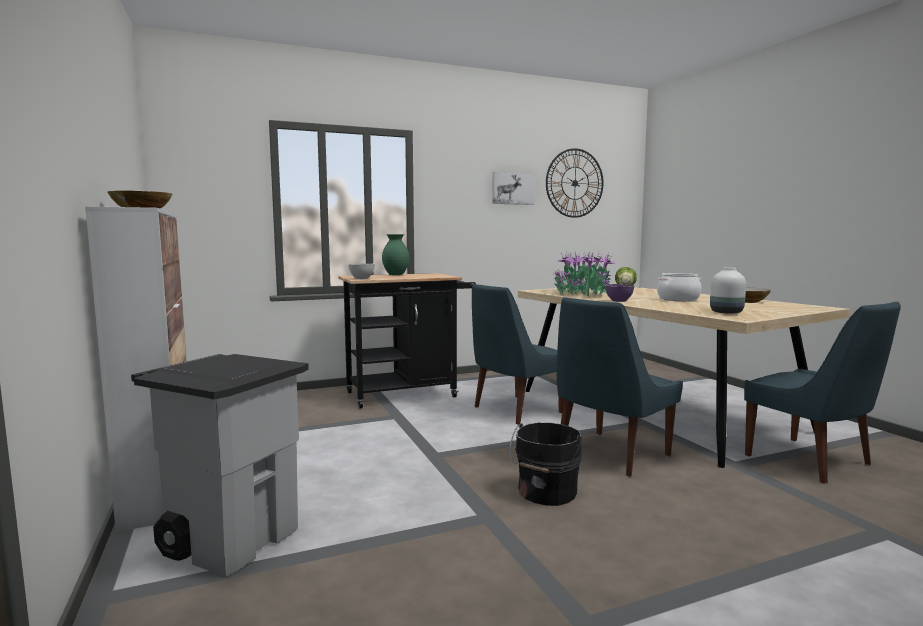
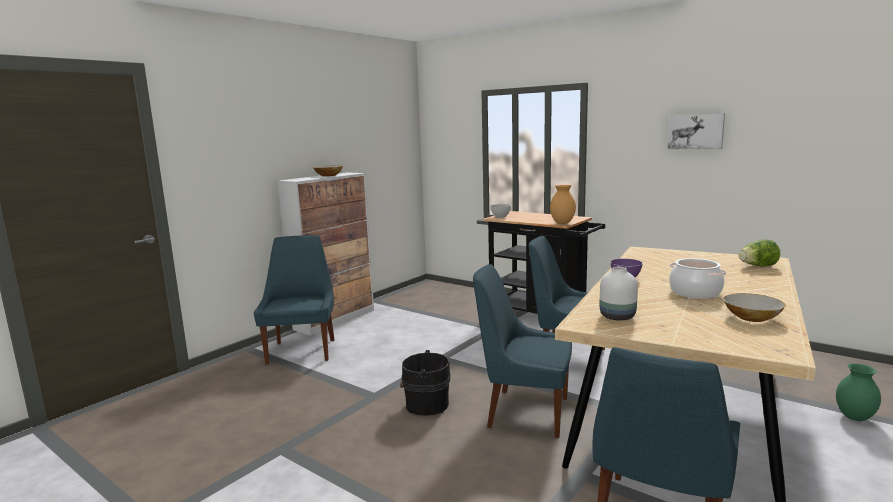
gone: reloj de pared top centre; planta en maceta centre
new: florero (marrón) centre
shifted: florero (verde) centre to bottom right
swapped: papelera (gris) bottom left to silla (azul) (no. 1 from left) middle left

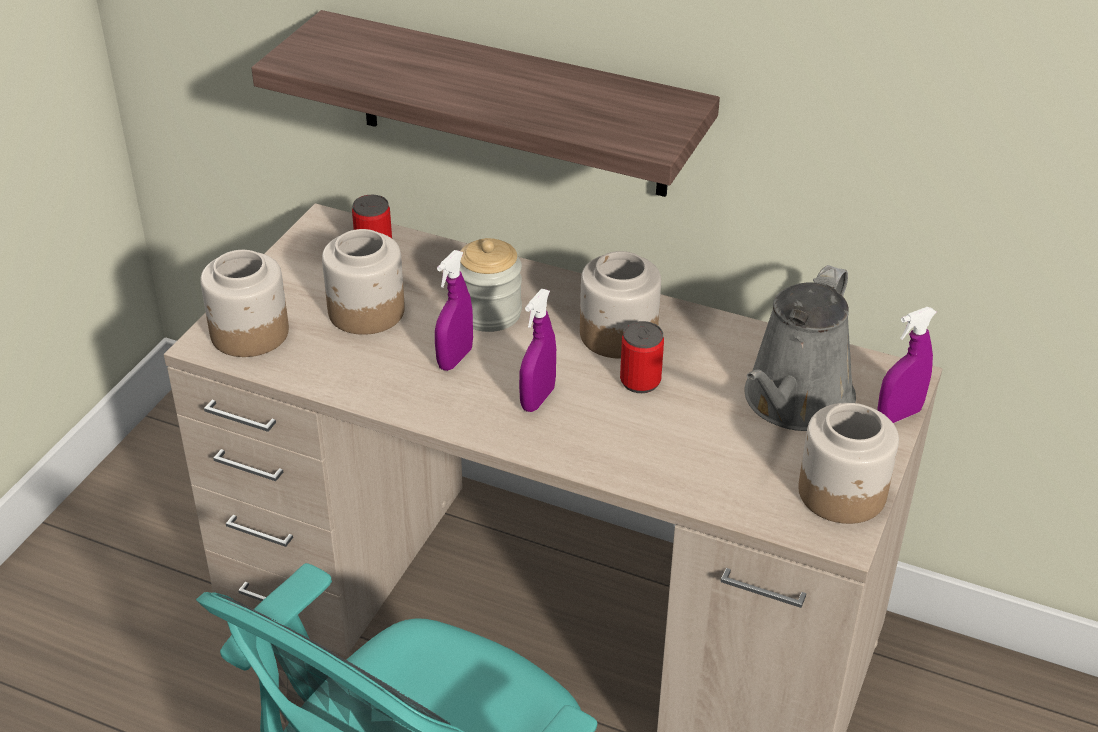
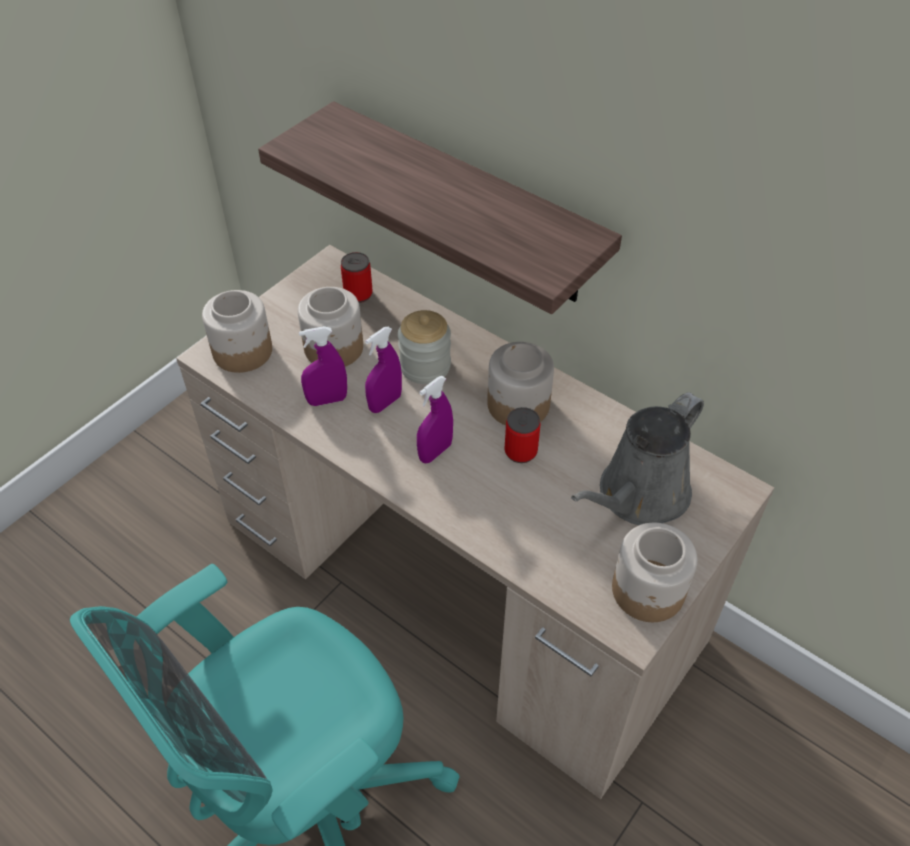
shifted: pulverizador (morado) (no. 3 from left in the first image) middle right to pulverizador (morado) (no. 1 from left) centre

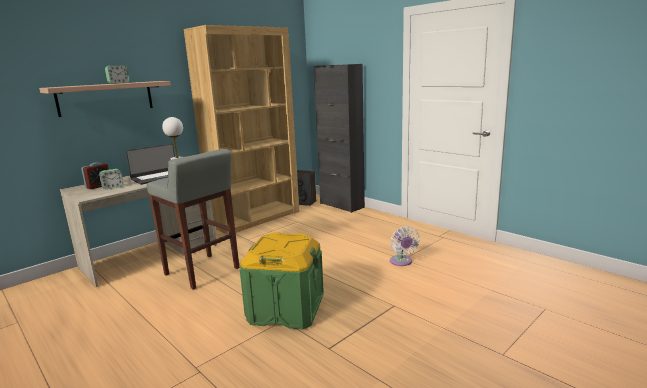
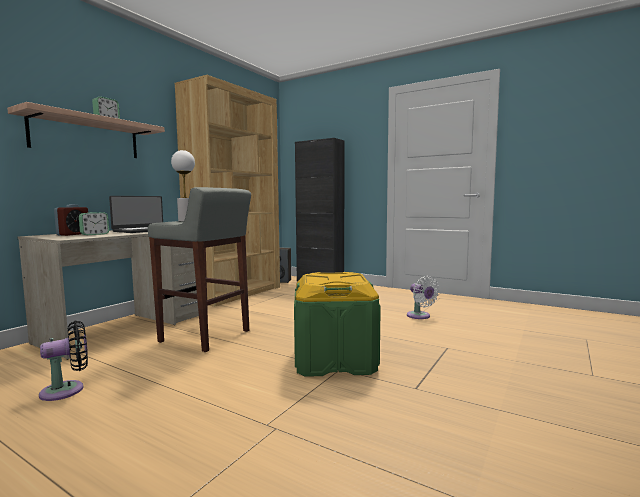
new: ventilador (negro) bottom left

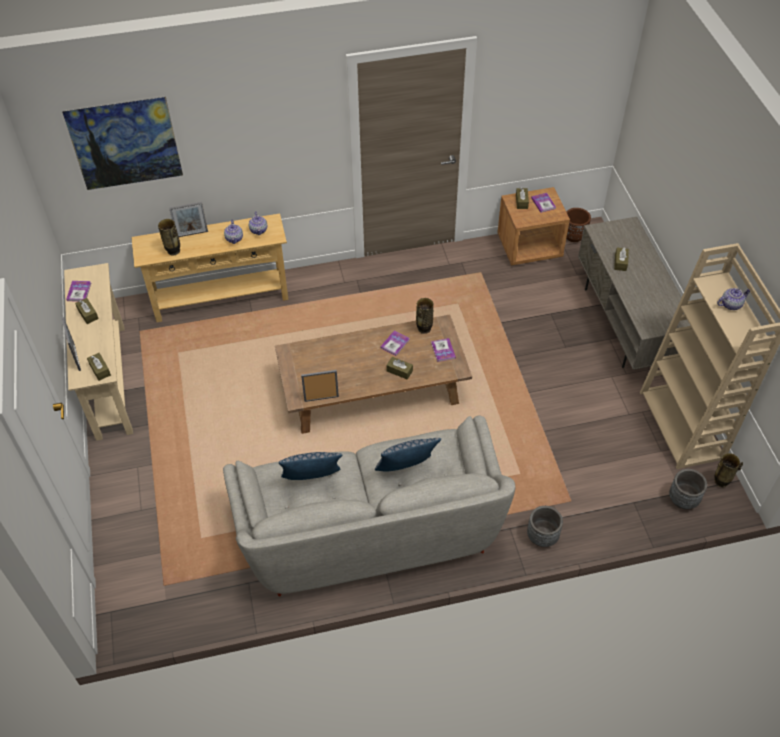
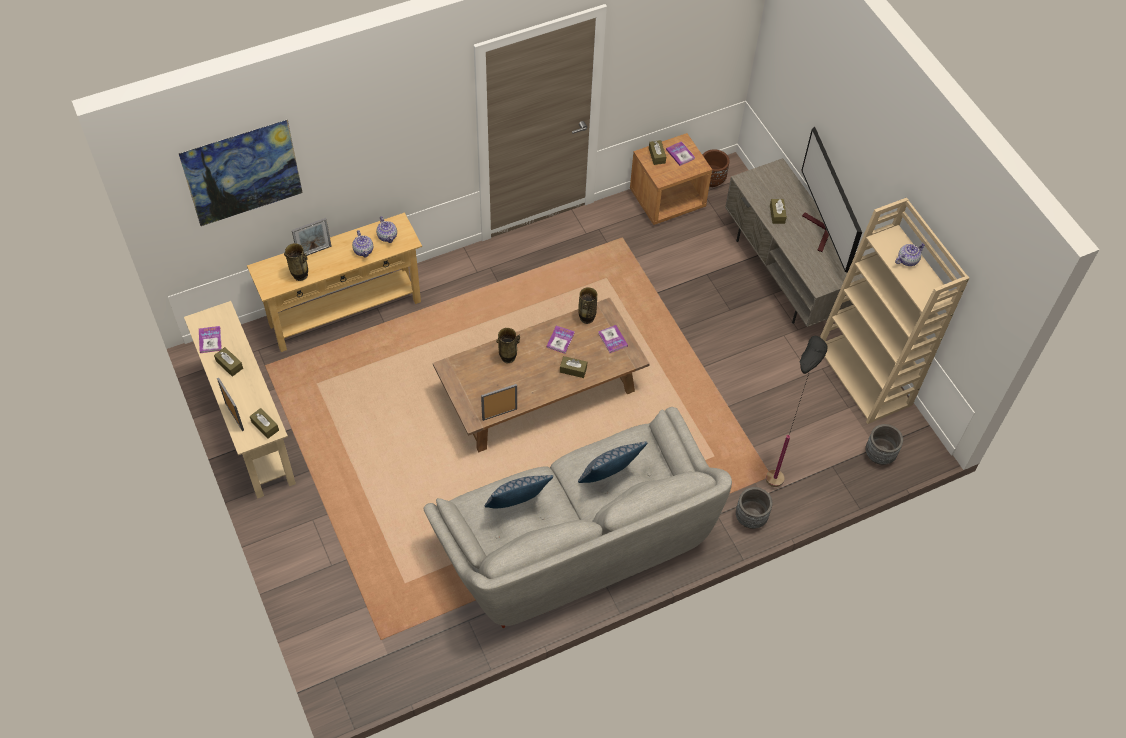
new: lámpara de pie (negro) middle right; televisor top right
shifted: florero (no. 3 from left in the first image) middle right to florero (no. 2 from left) centre

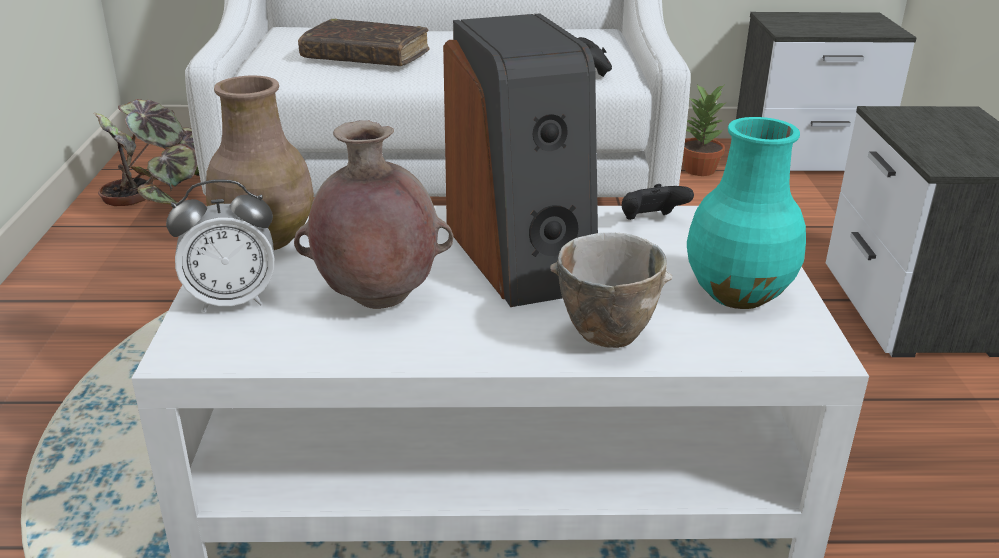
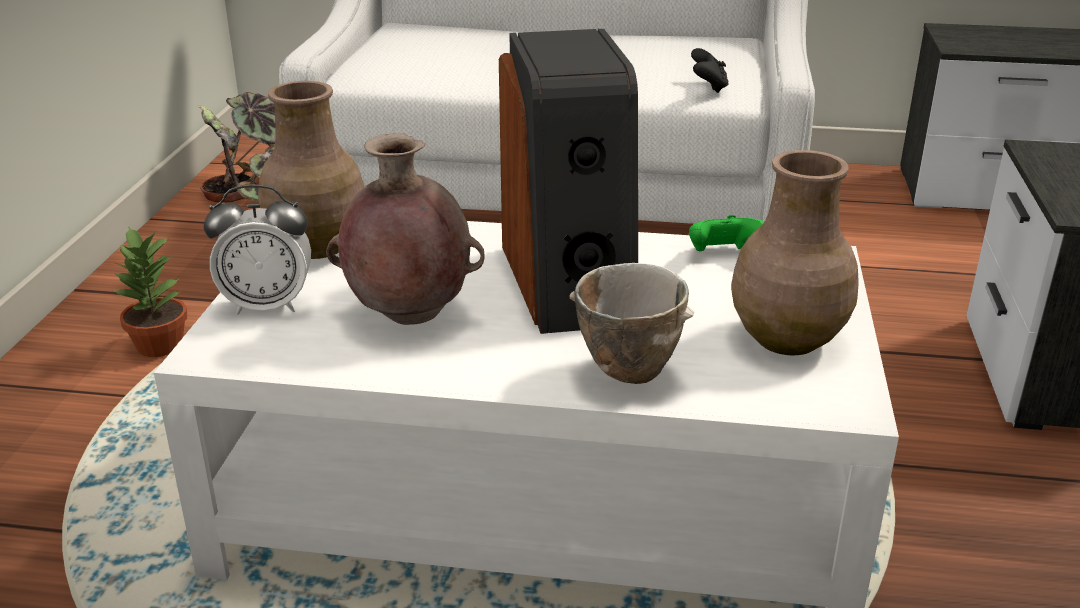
gone: libro (marrón) top centre
shifted: planta en maceta (no. 2 from left in the first image) top right to planta en maceta (no. 1 from left) middle left
repainted: mando de consola (negro) (no. 2 from left) centre to mando de consola (verde) middle right; florero (turquesa) middle right to florero (marrón) (no. 3 from left) middle right

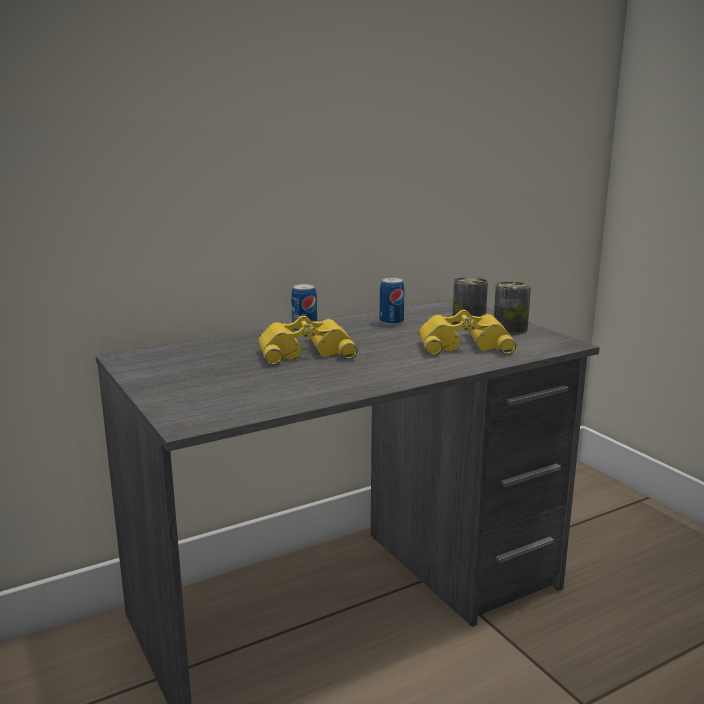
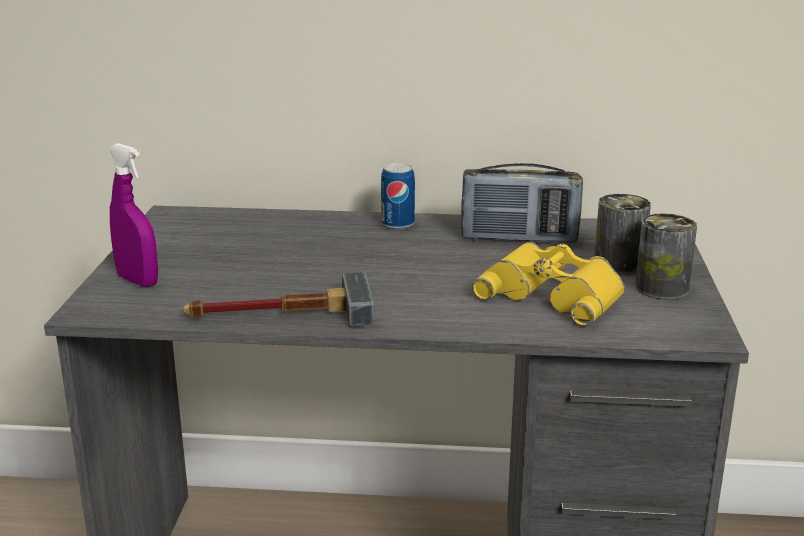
gone: prismáticos (amarillo) (no. 1 from left) centre
new: pulverizador (morado) middle left; martillo centre
swapped: lata (no. 2 from left) centre to radio centre

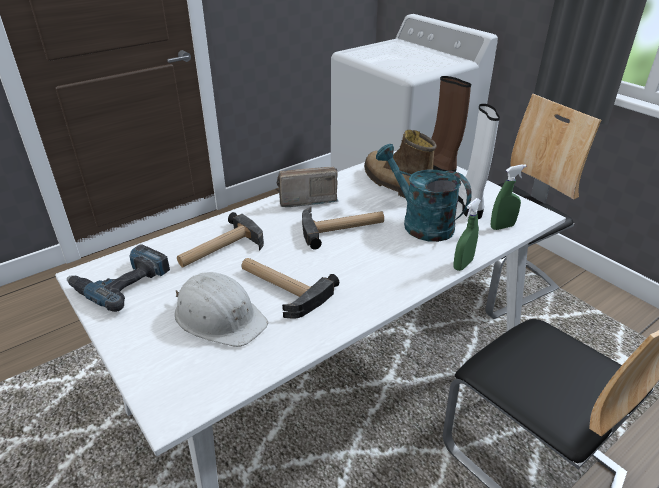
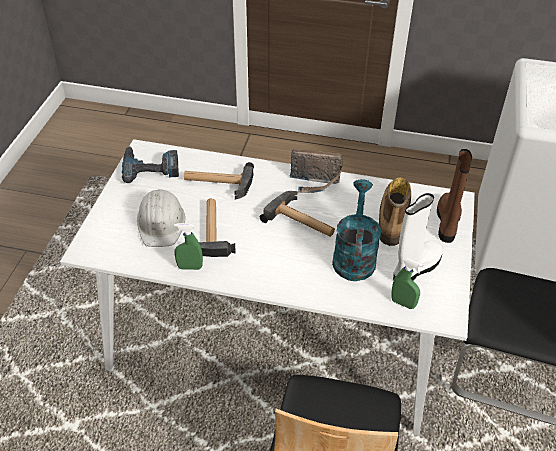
shifted: pulverizador (verde) (no. 1 from left) middle right to centre
rotated: radio centre = centre 150 degrees clockwise

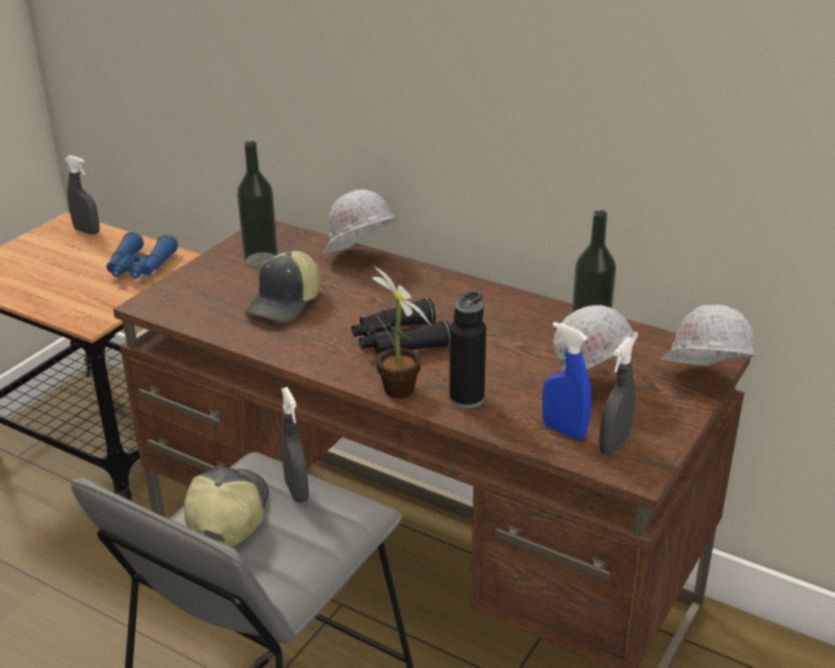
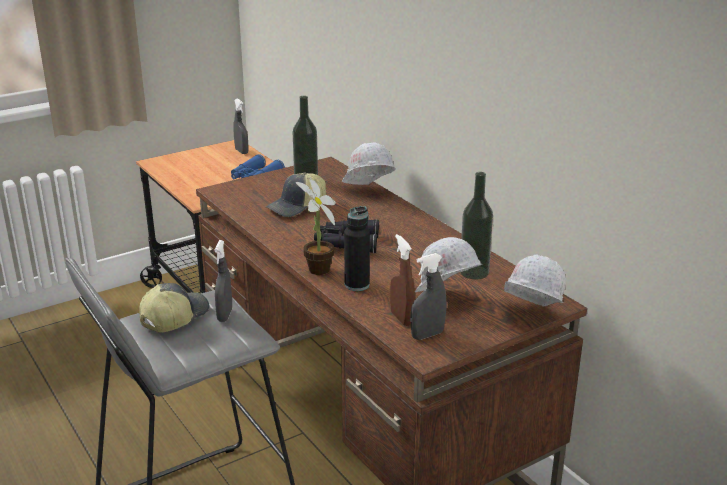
repainted: pulverizador (azul) middle right to pulverizador (marrón) centre

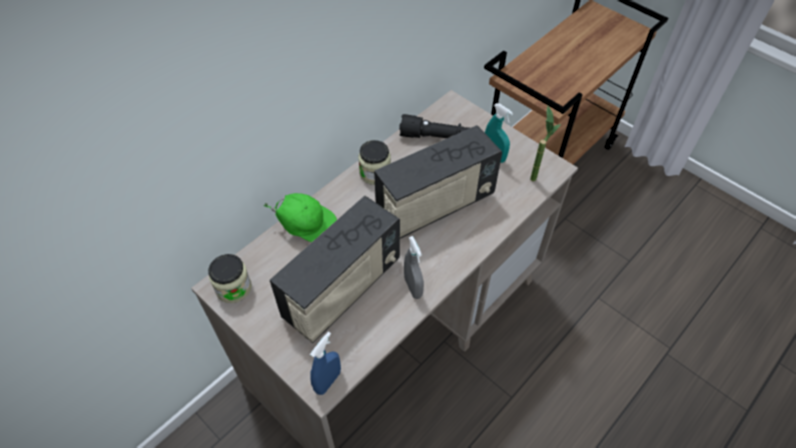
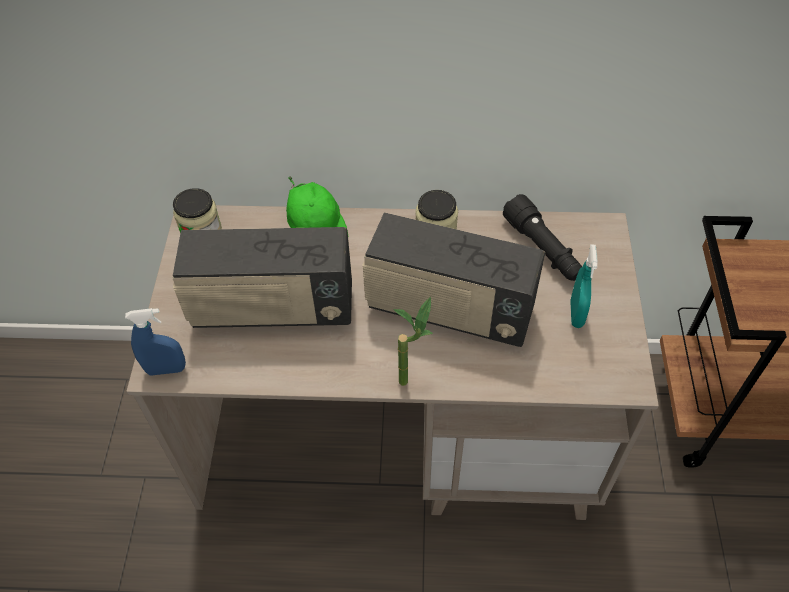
gone: pulverizador (gris) centre
shifted: planta en maceta top right to centre

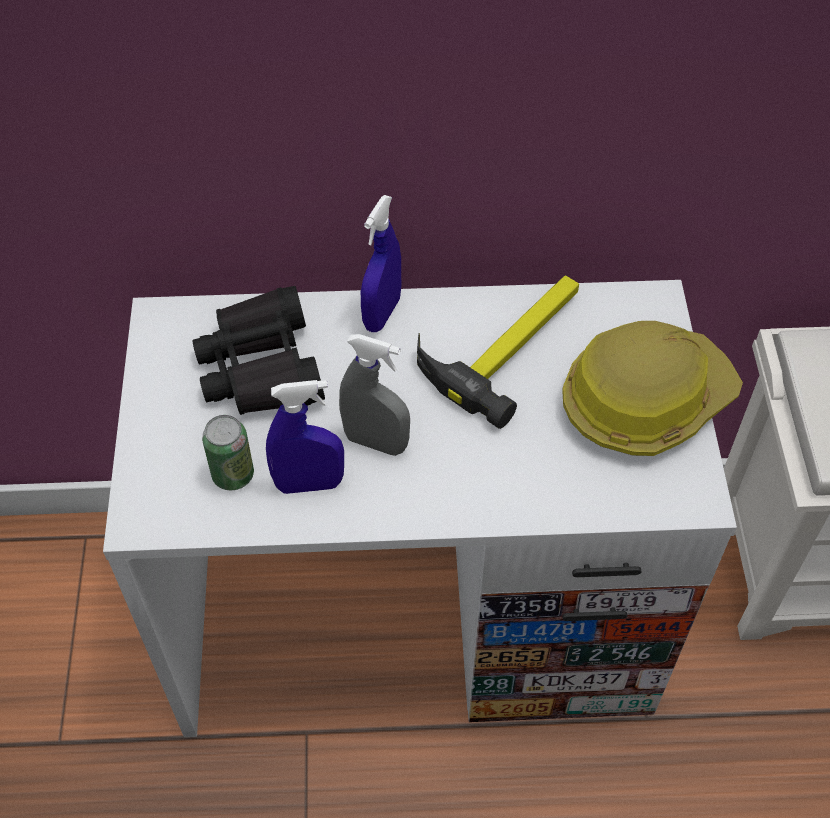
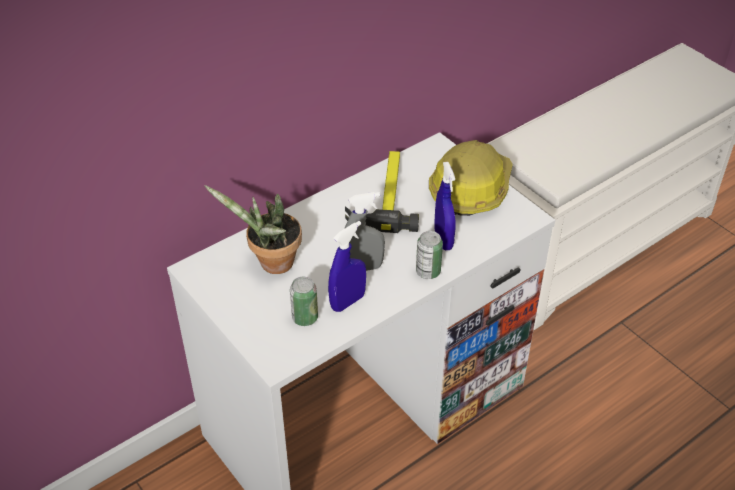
new: lata (no. 2 from left) centre
shifted: pulverizador (azul) (no. 2 from left) top centre to centre
swapped: prismáticos (negro) middle left to planta en maceta centre

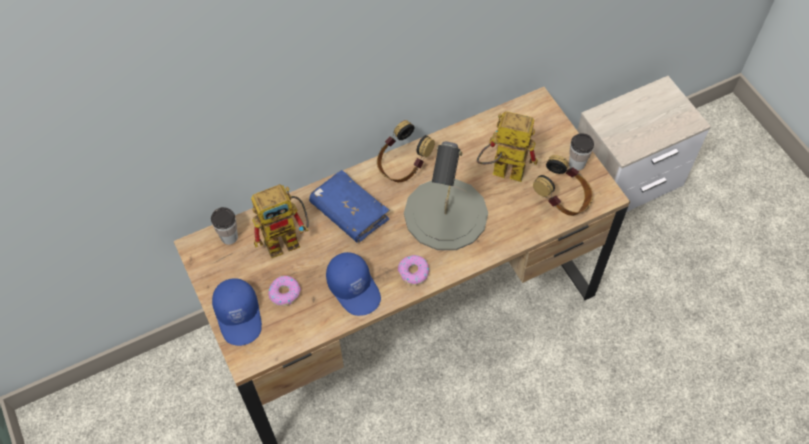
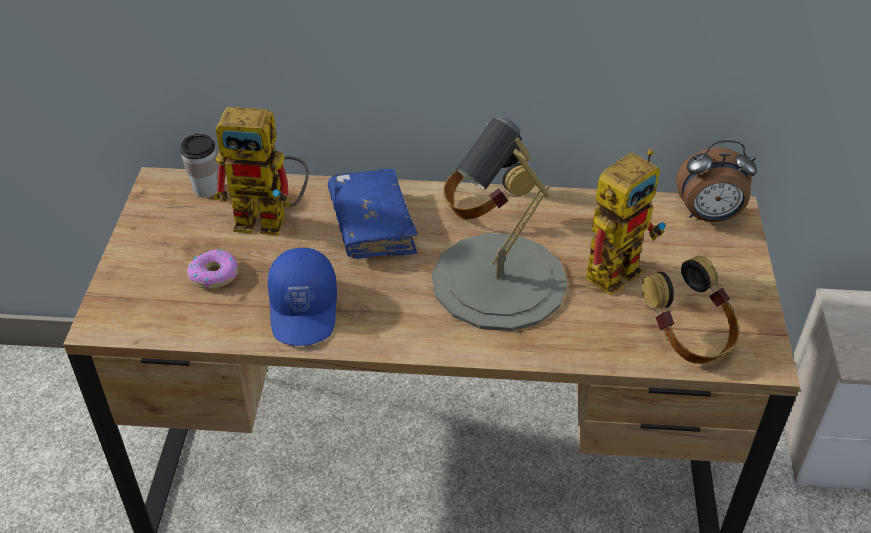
gone: gorra (azul) (no. 1 from left) bottom left; rosquilla (no. 2 from left) centre; taza (no. 2 from left) middle right
new: despertador middle right
rotated: robot de juguete (no. 2 from left) top centre = middle right 90 degrees clockwise

